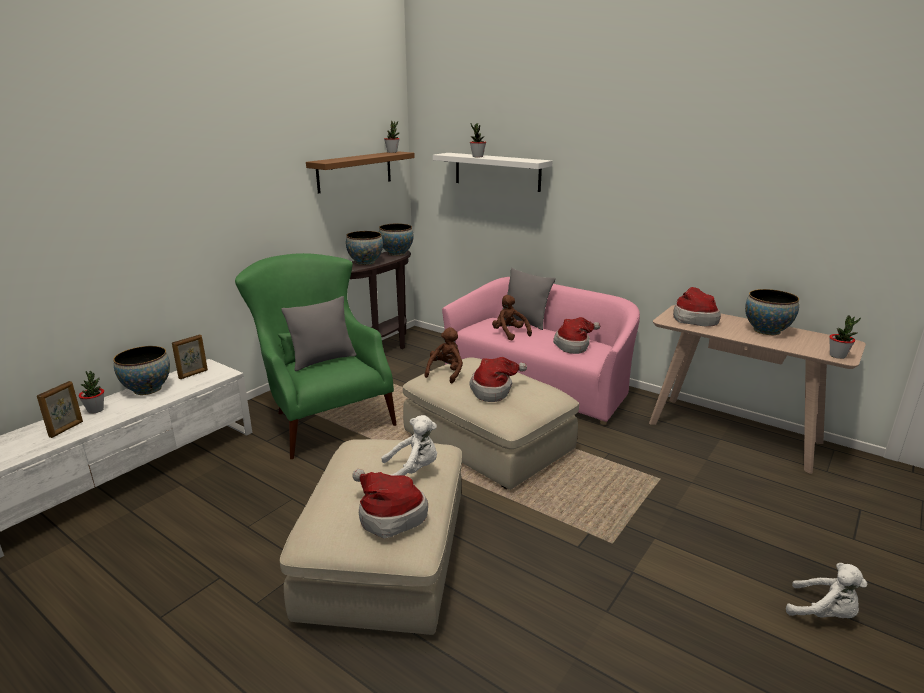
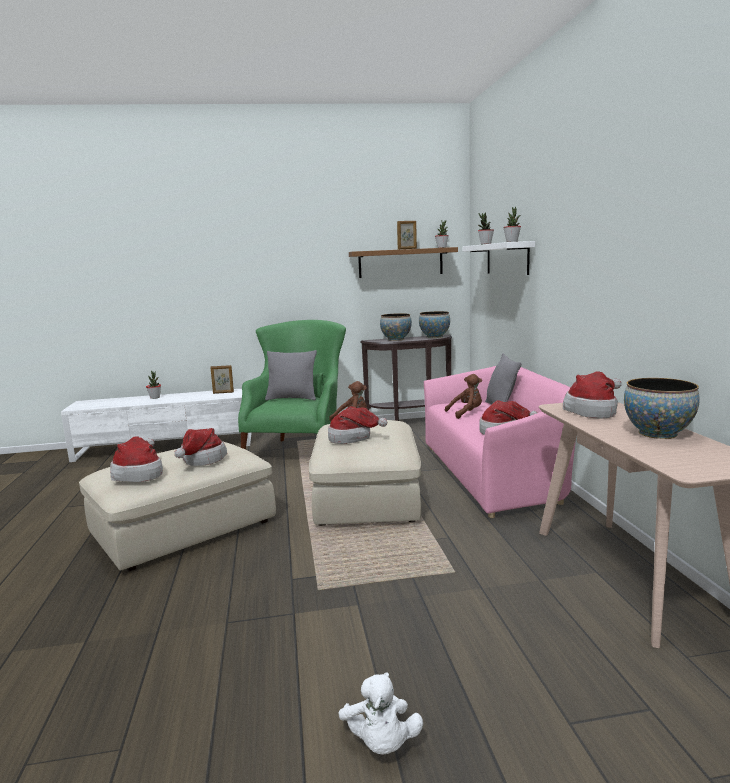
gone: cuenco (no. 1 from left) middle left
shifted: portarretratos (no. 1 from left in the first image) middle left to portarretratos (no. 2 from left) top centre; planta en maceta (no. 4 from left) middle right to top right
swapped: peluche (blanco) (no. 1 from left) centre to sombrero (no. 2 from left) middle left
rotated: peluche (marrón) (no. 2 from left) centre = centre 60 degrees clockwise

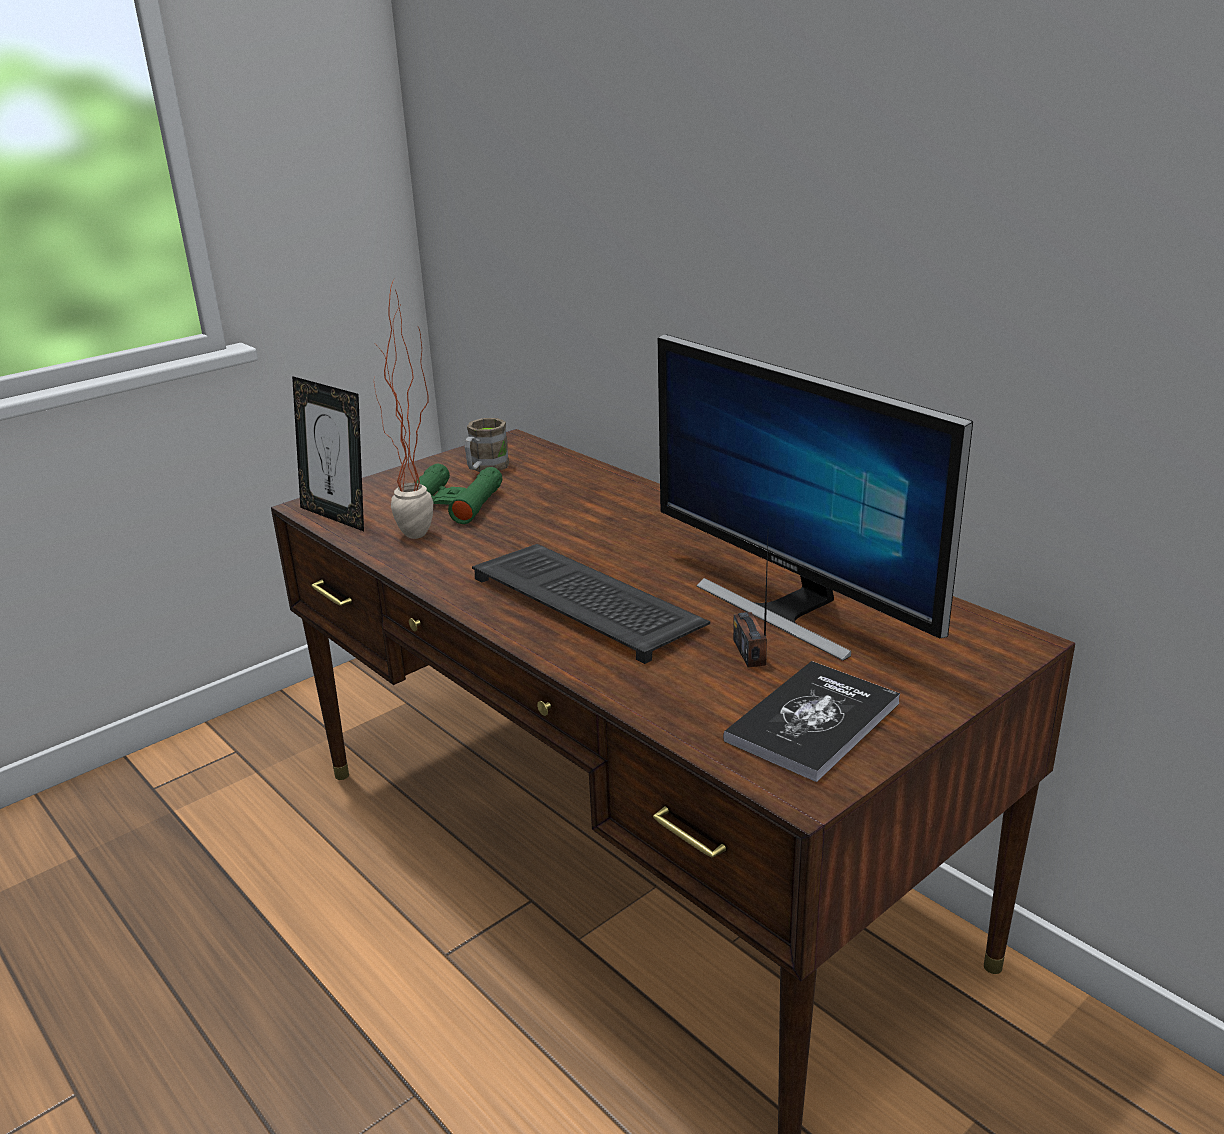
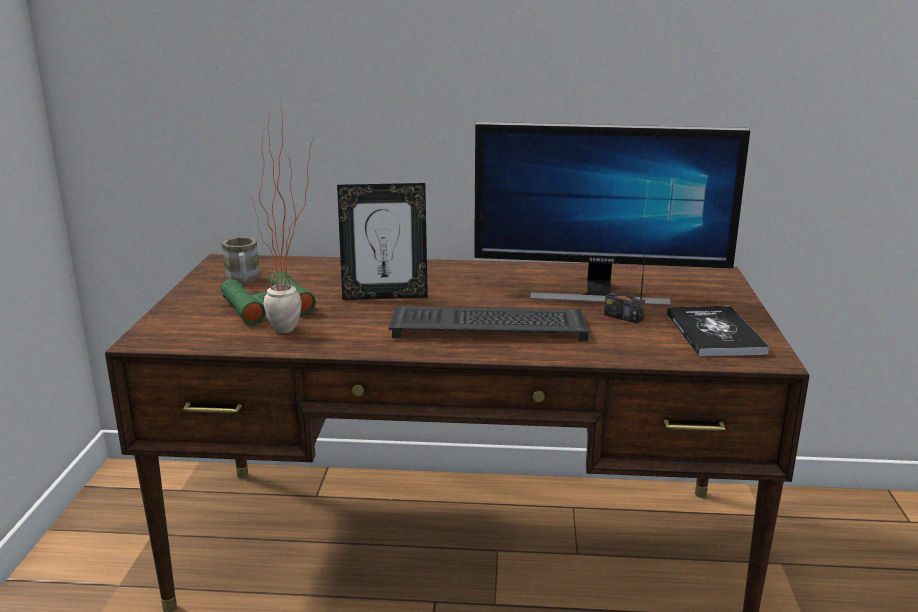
shifted: portarretratos middle left to centre

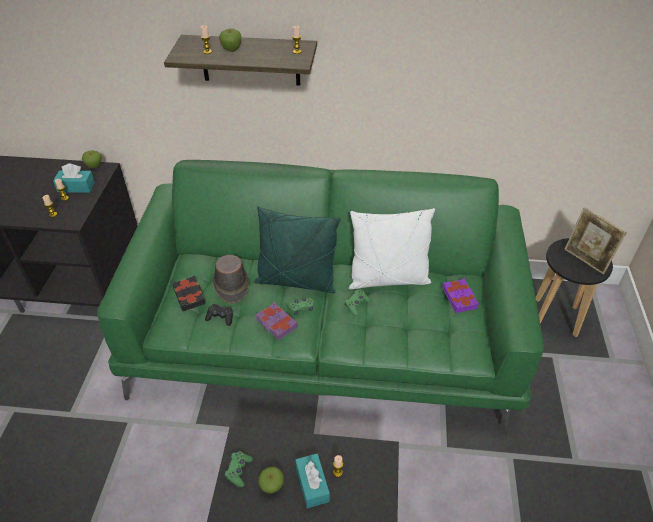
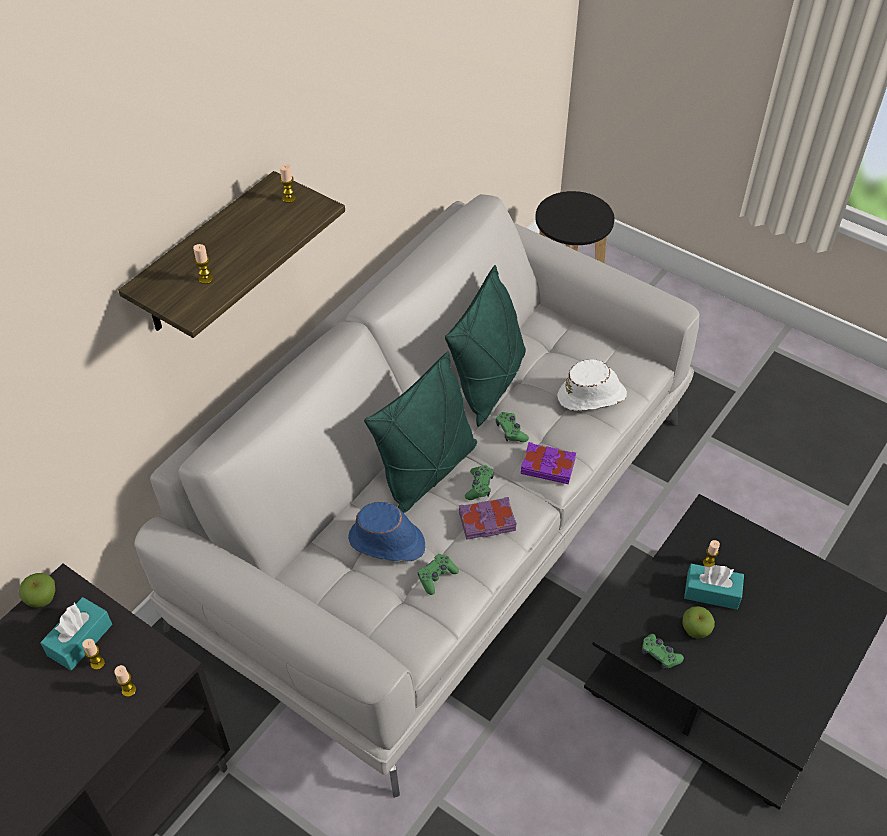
gone: libro (negro) middle left; manzana (no. 2 from left) top centre; portarretratos middle right
new: sombrero (blanco) middle right
shifted: libro (morado) (no. 2 from left) middle right to centre
repainted: sofá (verde) centre to sofá (gris) centre; mando de consola (negro) centre to mando de consola (verde) (no. 1 from left) bottom centre; sombrero (marrón) centre to sombrero (azul) centre; cojín (blanco) centre to cojín (verde) (no. 2 from left) centre

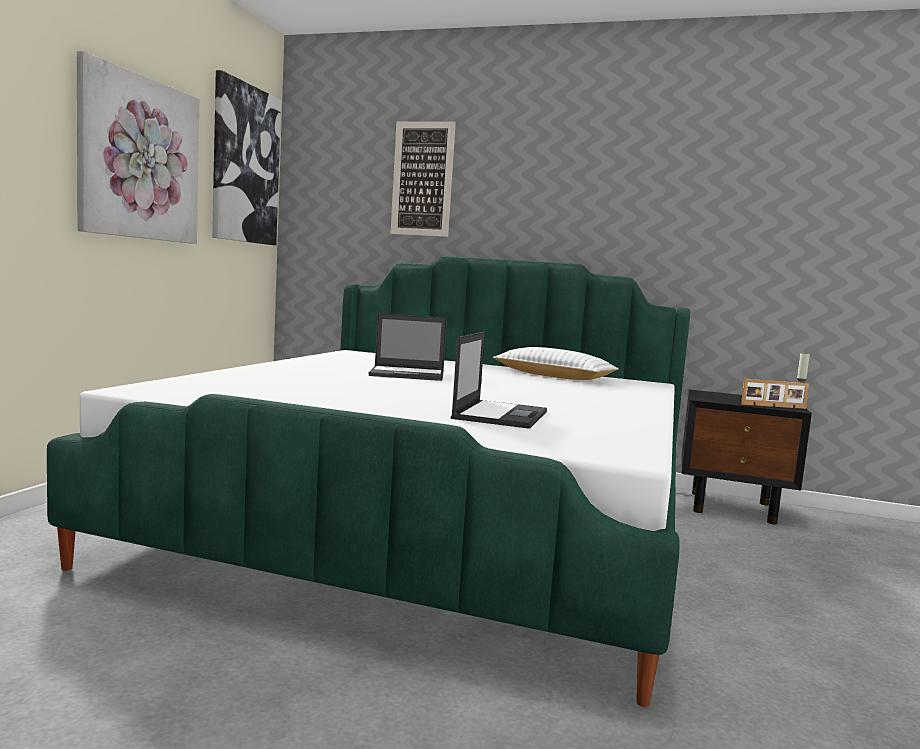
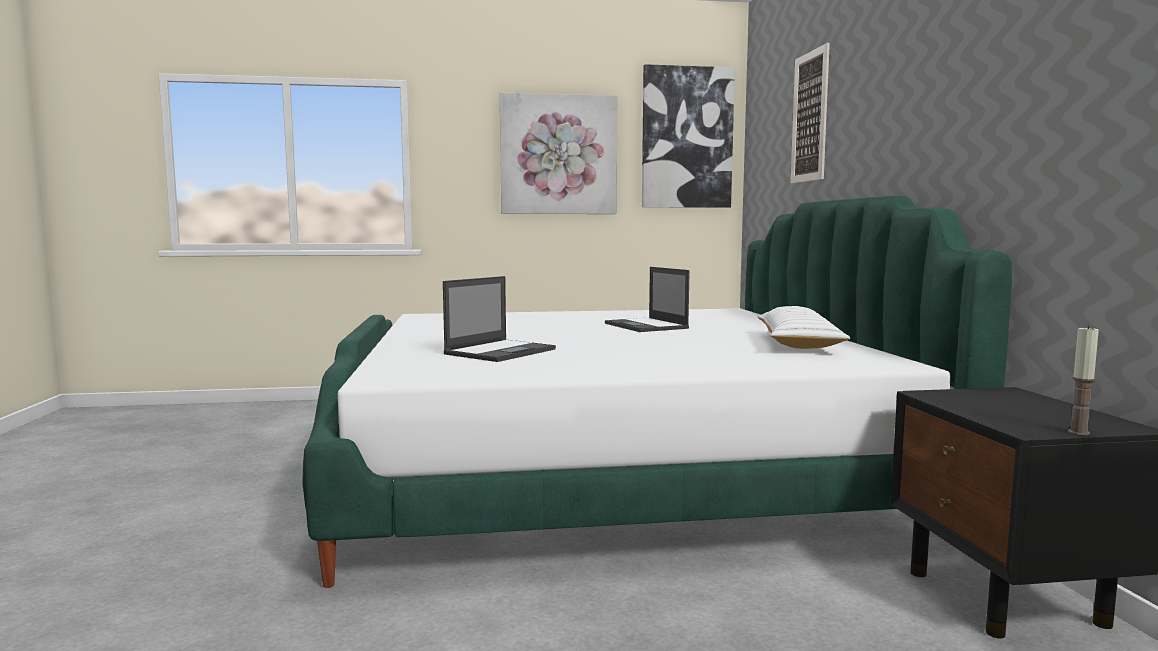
gone: portarretratos middle right
rotated: portátil (no. 2 from left in the first image) centre = centre 45 degrees counterclockwise

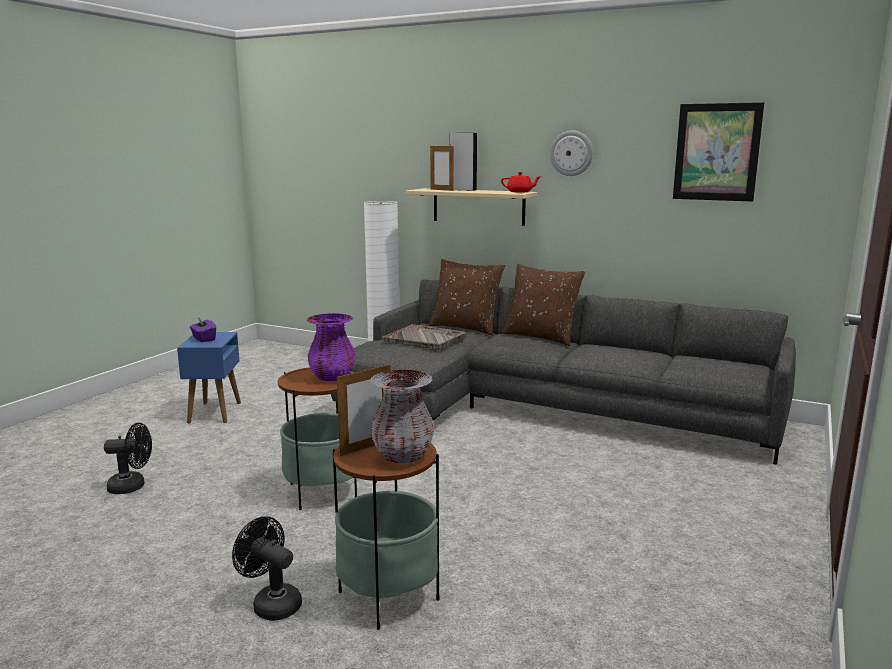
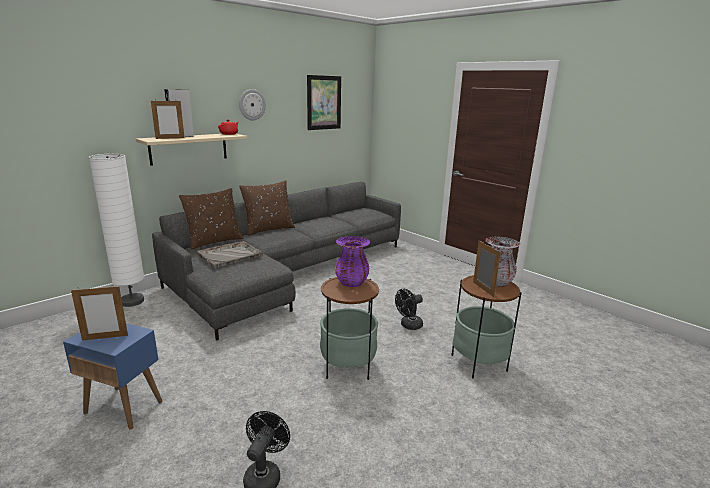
shifted: ventilador (negro) (no. 2 from left) bottom left to centre
swapped: caja de pañuelos (morado) middle left to portarretratos (no. 1 from left) middle left

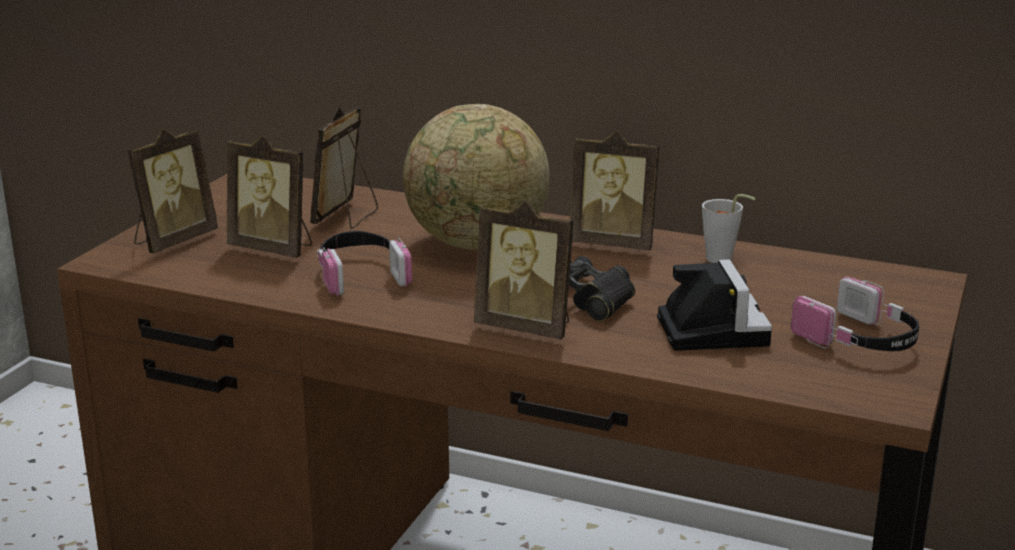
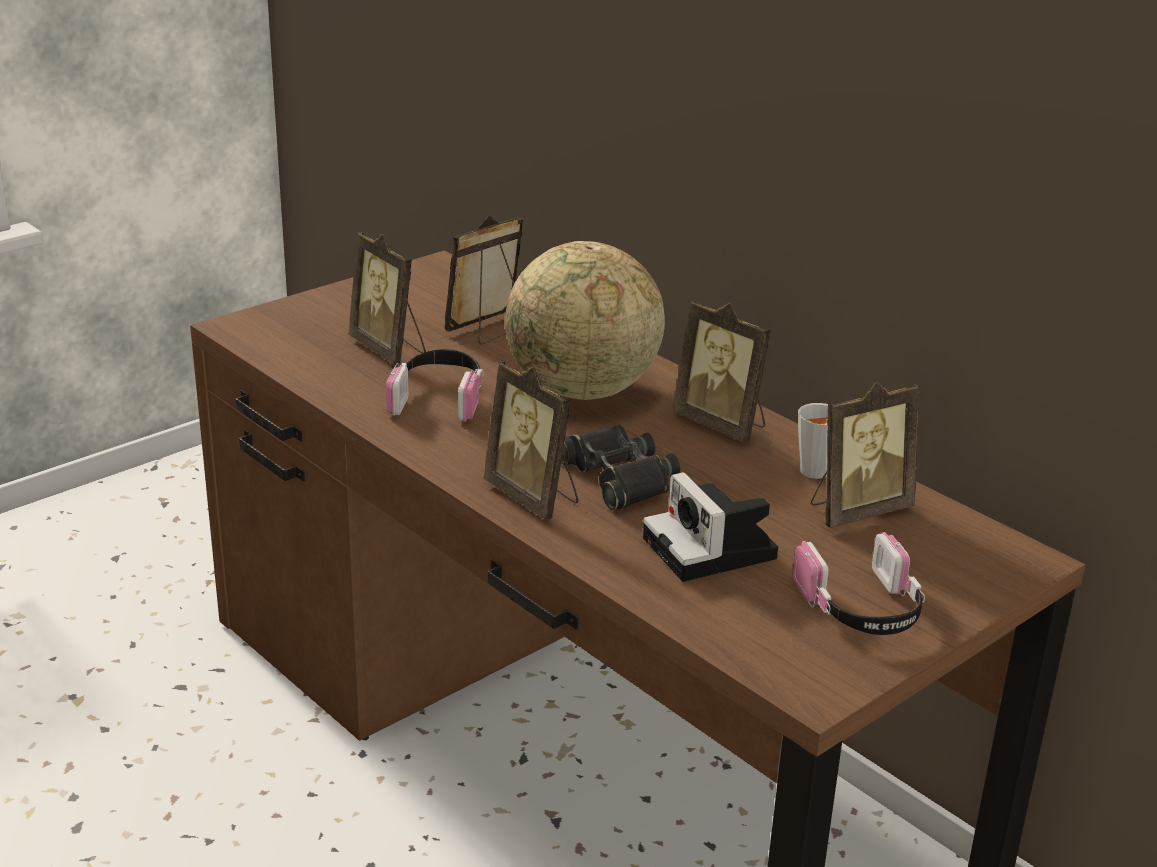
shifted: portarretratos (no. 1 from left in the first image) middle left to portarretratos (no. 5 from left) middle right
rotated: cámara middle right = centre 135 degrees clockwise

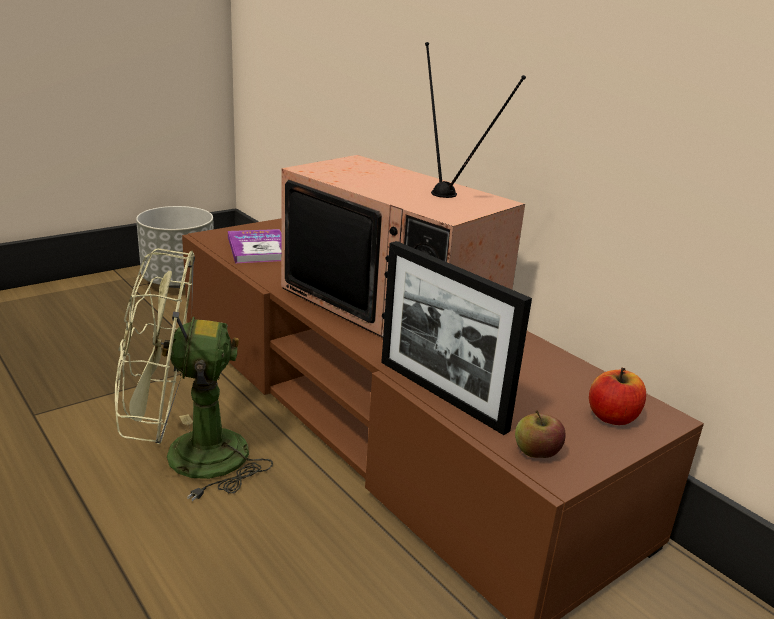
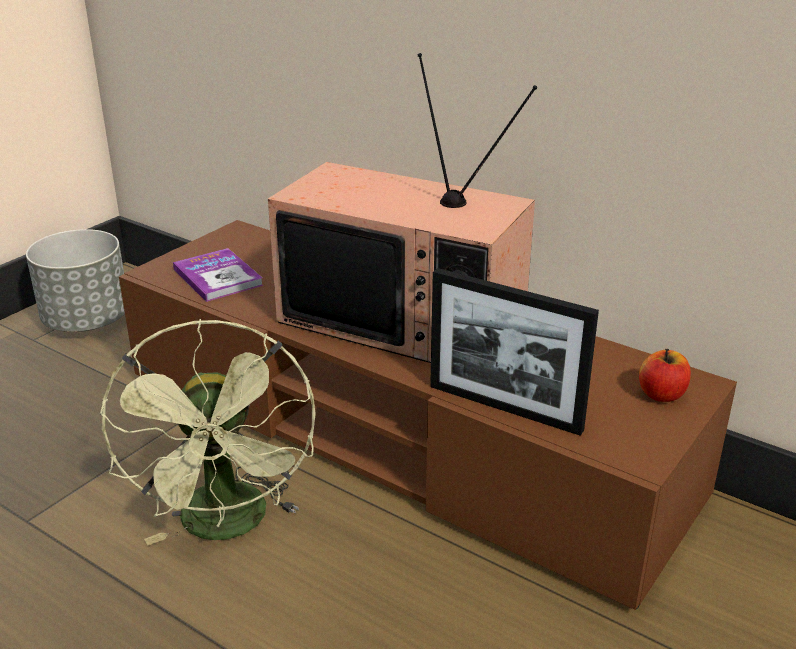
gone: manzana (no. 1 from left) bottom right
rotated: ventilador (verde) middle left = middle left 75 degrees counterclockwise

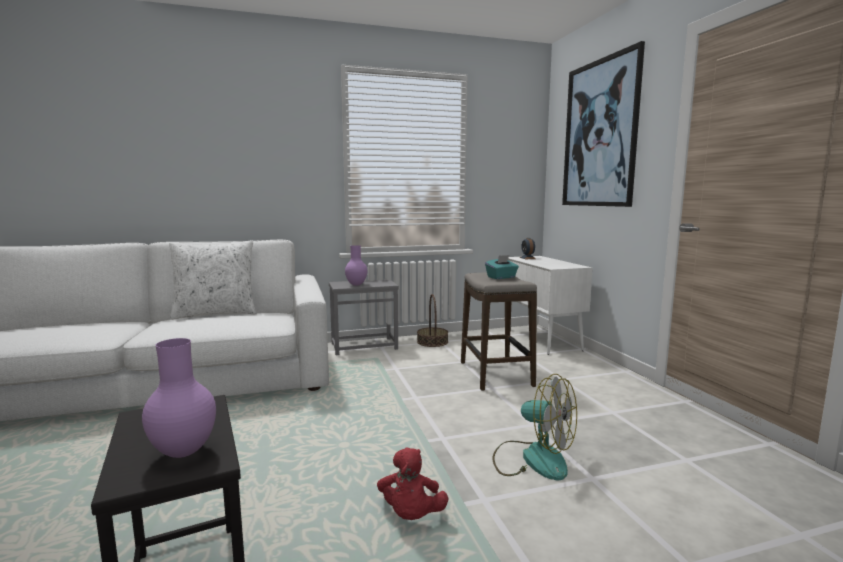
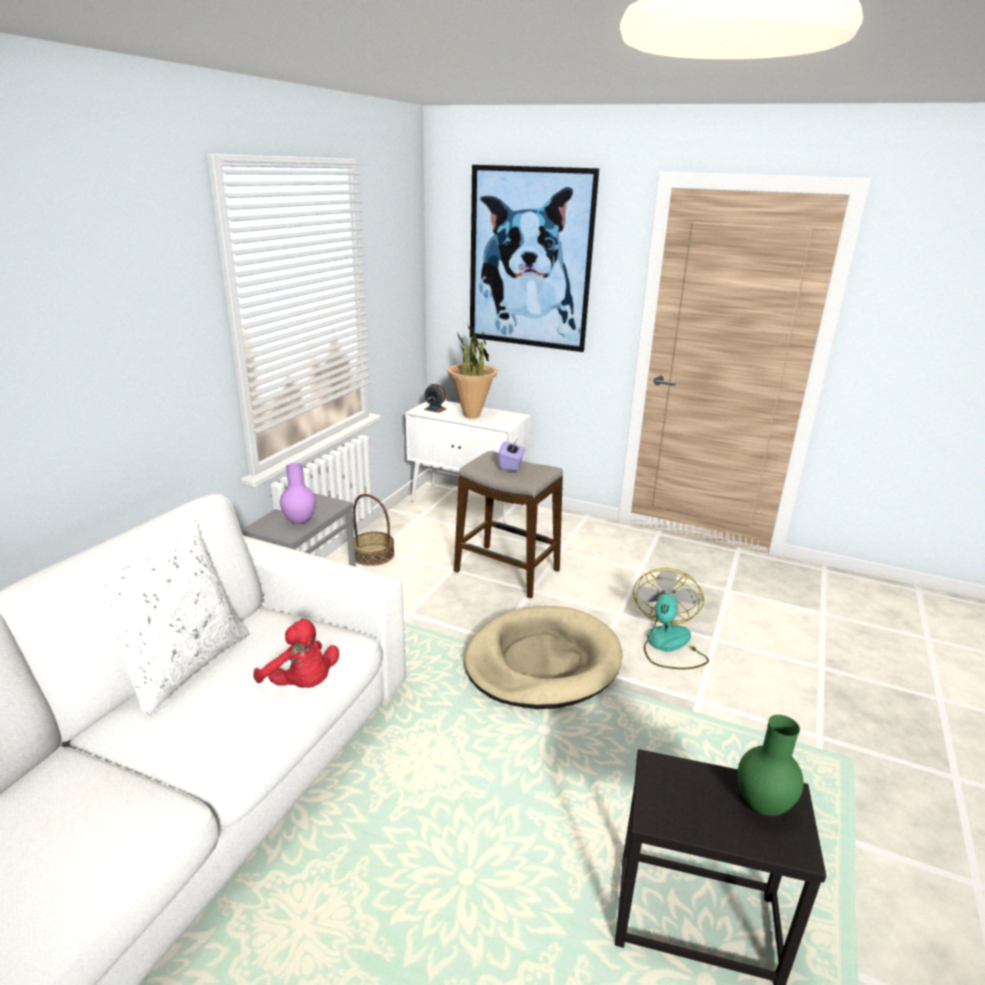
new: planta en maceta centre; cama para perro (beis) bottom centre
shifted: peluche (rojo) bottom centre to middle left
repainted: florero (morado) (no. 1 from left) bottom left to florero (verde) bottom right; caja de pañuelos (turquesa) centre to caja de pañuelos (morado) centre
rotated: ventilador bottom centre = middle right 60 degrees counterclockwise

